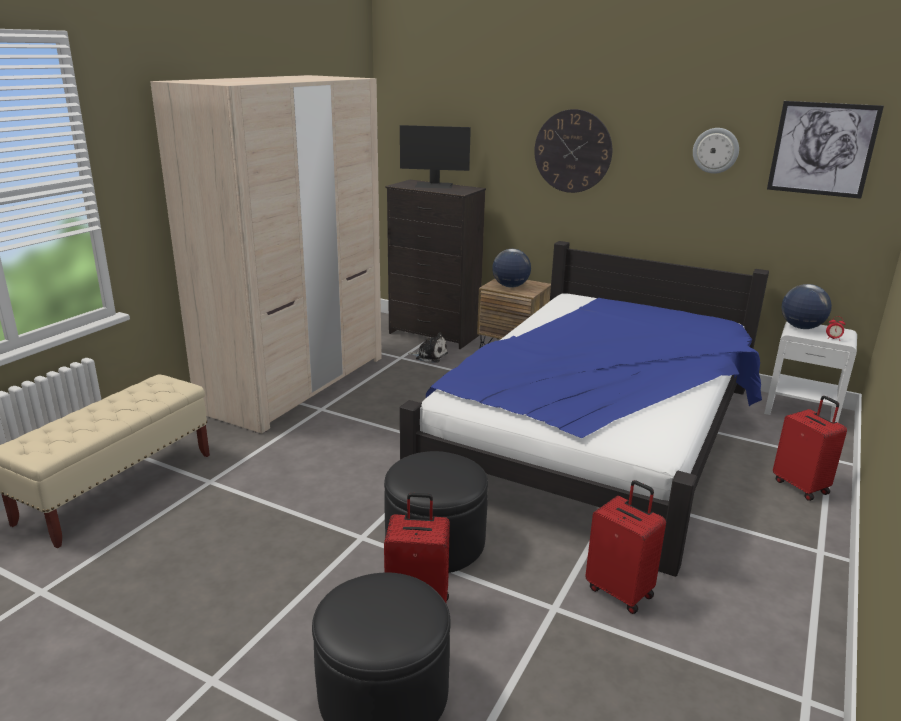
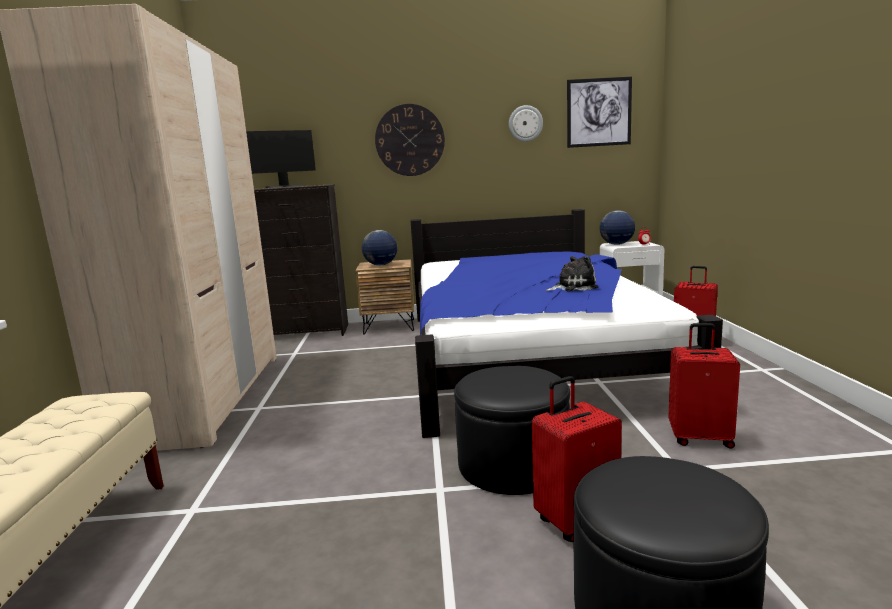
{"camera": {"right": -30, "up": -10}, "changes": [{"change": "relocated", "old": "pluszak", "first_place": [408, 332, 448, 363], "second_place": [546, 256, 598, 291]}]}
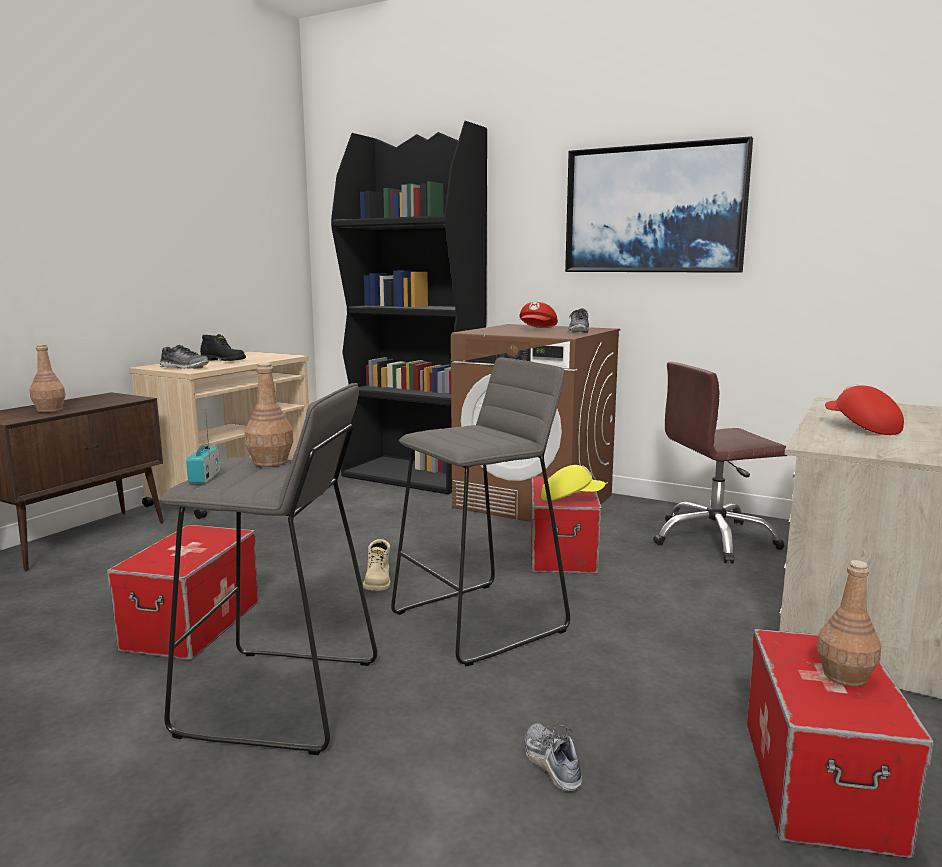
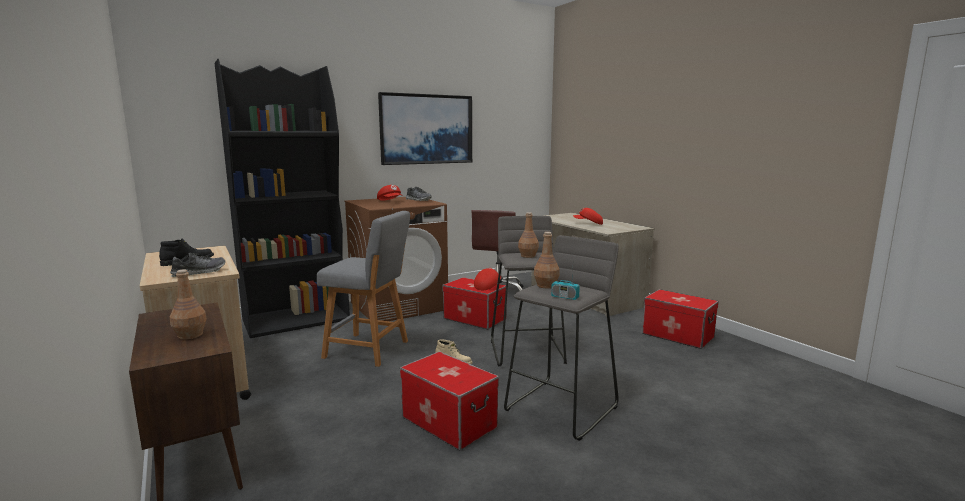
{"camera": {"right": -60, "up": 0}, "changes": [{"change": "appeared", "new": "stołek (szary)", "second_place": [317, 211, 410, 367]}, {"change": "colour", "old": "czapka z daszkiem (żółty)", "new": "czapka z daszkiem (czerwony)", "first_place": [541, 465, 606, 501], "second_place": [474, 268, 501, 290]}, {"change": "relocated", "old": "butelka (brązowy)", "first_place": [817, 560, 881, 687], "second_place": [518, 212, 539, 258]}, {"change": "missing", "old": "but", "first_place": [525, 723, 582, 791]}]}
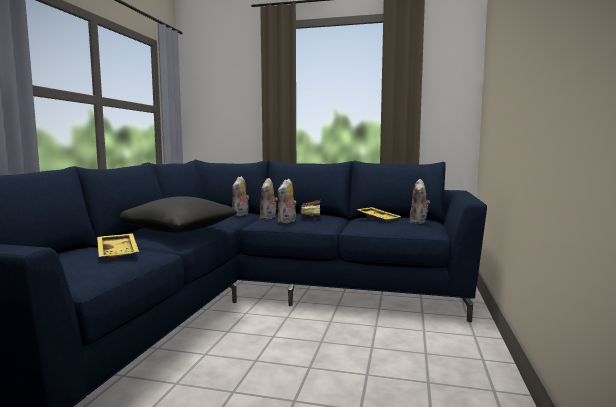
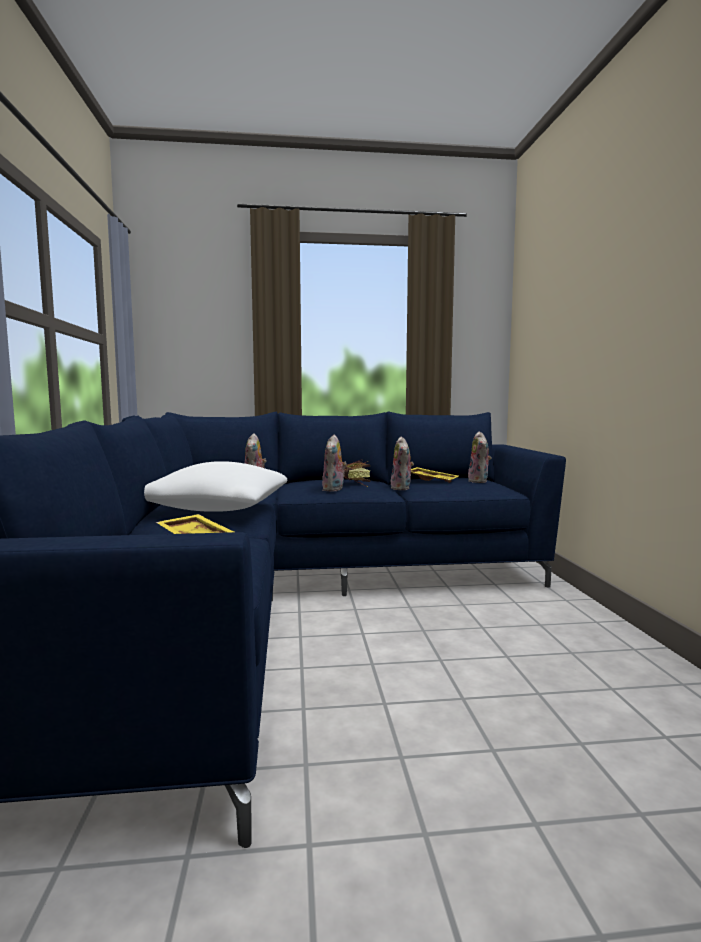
{"camera": {"right": -20, "up": 0}, "changes": [{"change": "colour", "old": "poduszka (czarny)", "new": "poduszka (biały)", "first_place": [120, 196, 237, 233], "second_place": [144, 461, 287, 512]}, {"change": "relocated", "old": "pluszak", "first_place": [260, 178, 278, 219], "second_place": [391, 437, 414, 490]}]}
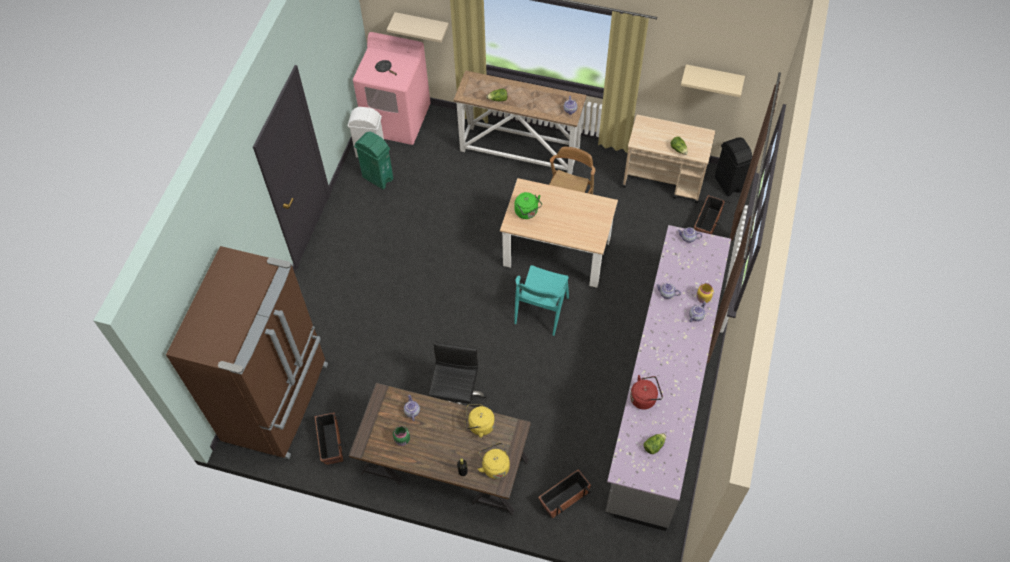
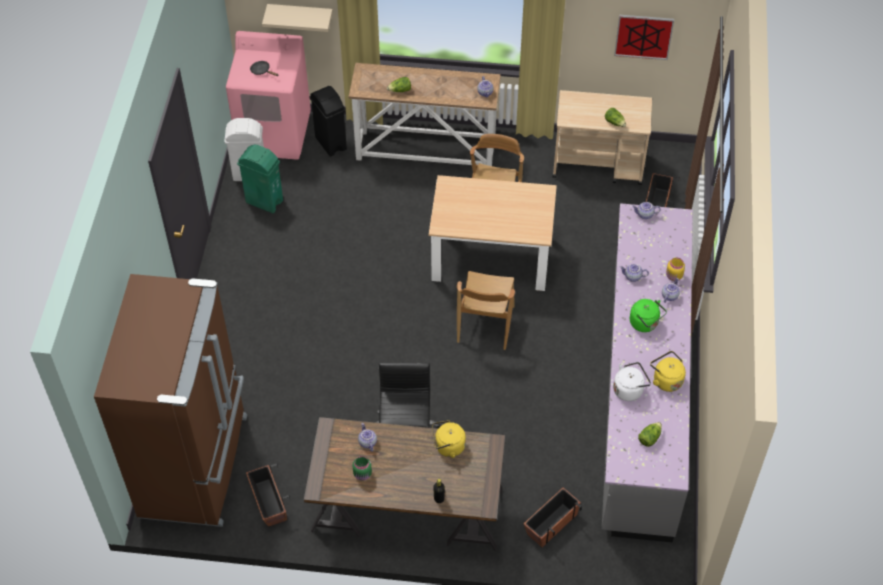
{"camera": {"right": -10, "up": -5}, "changes": [{"change": "relocated", "old": "kosz na śmieci (czarny)", "first_place": [715, 137, 752, 197], "second_place": [309, 86, 347, 157]}, {"change": "colour", "old": "krzesło (turkusowy)", "new": "krzesło (brązowy)", "first_place": [514, 265, 569, 336], "second_place": [457, 271, 515, 350]}, {"change": "colour", "old": "czajnik (czerwony)", "new": "czajnik (biały)", "first_place": [630, 375, 663, 410], "second_place": [613, 362, 651, 401]}, {"change": "exchanged", "old": "półka (beżowy)", "new": "obraz", "first_place": [681, 64, 745, 97], "second_place": [614, 15, 674, 60]}, {"change": "relocated", "old": "czajnik (zielony)", "first_place": [514, 192, 542, 219], "second_place": [630, 299, 667, 332]}, {"change": "relocated", "old": "czajnik (żółty)", "first_place": [478, 443, 510, 479], "second_place": [650, 351, 686, 392]}]}
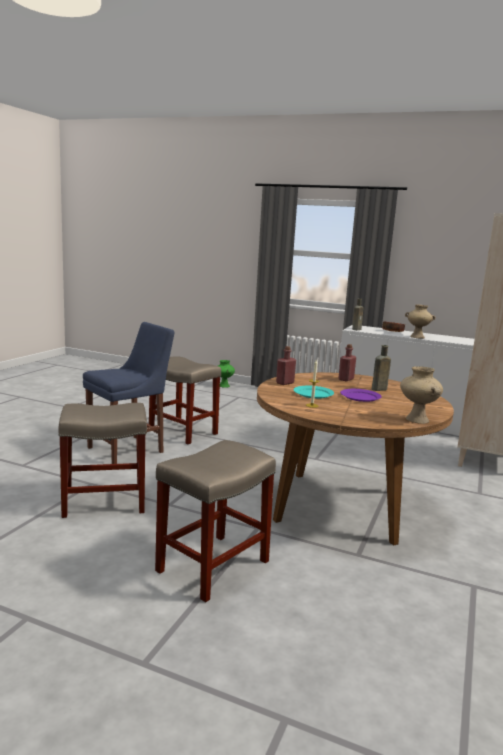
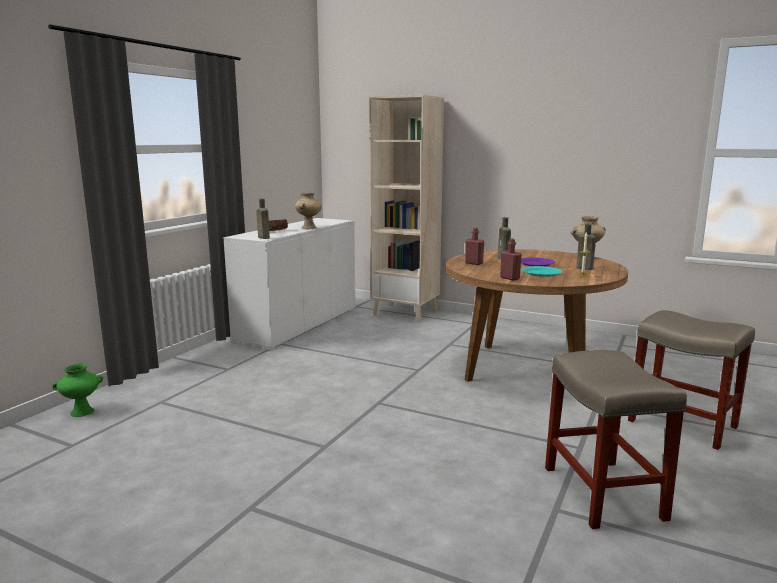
{"camera": {"right": -85, "up": 0}, "changes": [{"change": "appeared", "new": "butelka (brązowy)", "second_place": [577, 224, 596, 270]}, {"change": "missing", "old": "krzesło (niebieski)", "first_place": [83, 322, 175, 464]}, {"change": "missing", "old": "stołek (beżowy)", "first_place": [149, 356, 221, 444]}]}
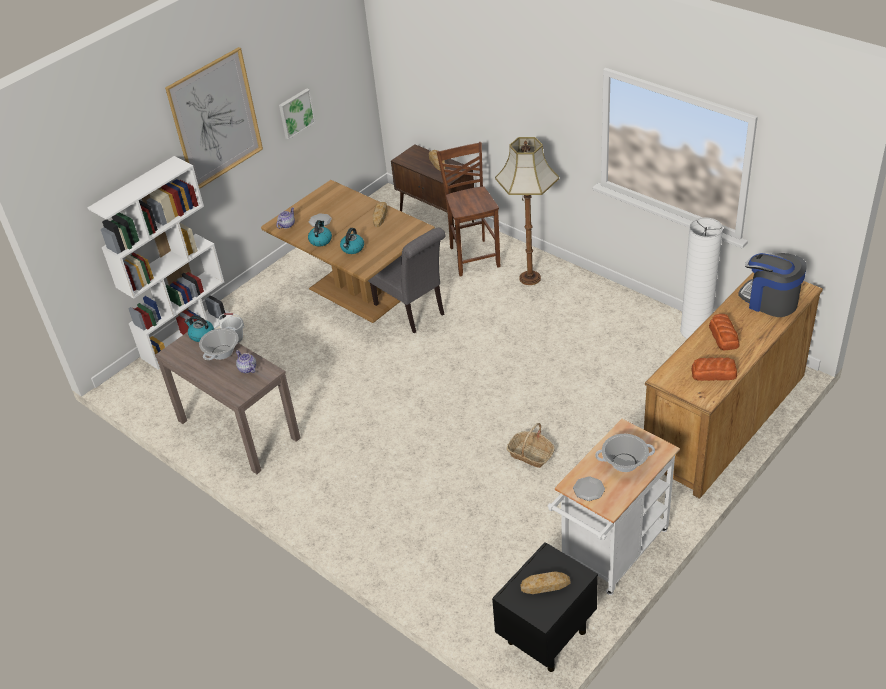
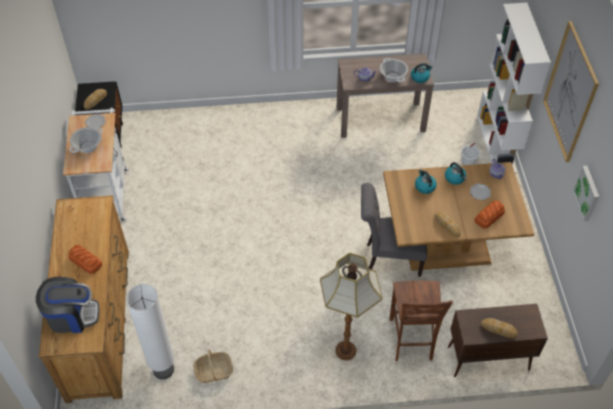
{"camera": {"right": 130, "up": 10}, "changes": [{"change": "relocated", "old": "koszyk", "first_place": [507, 423, 555, 468], "second_place": [193, 349, 233, 383]}, {"change": "spun", "old": "krzesło (brązowy)", "first_place": [437, 142, 500, 276], "second_place": [390, 280, 453, 362], "degrees": 60}, {"change": "relocated", "old": "chleb", "first_place": [692, 357, 737, 381], "second_place": [474, 200, 505, 228]}]}
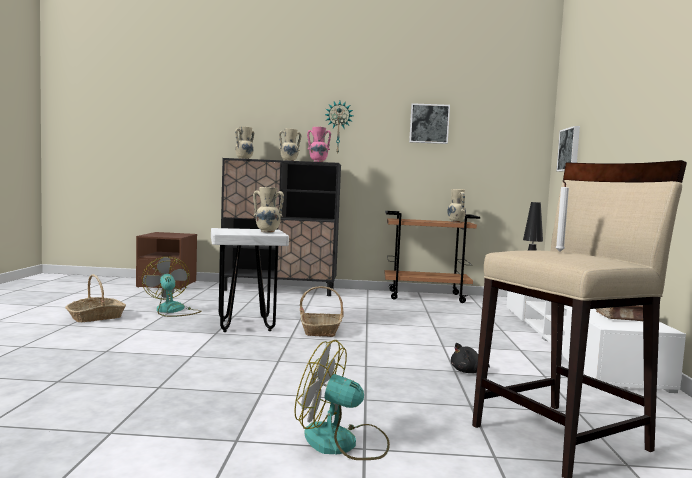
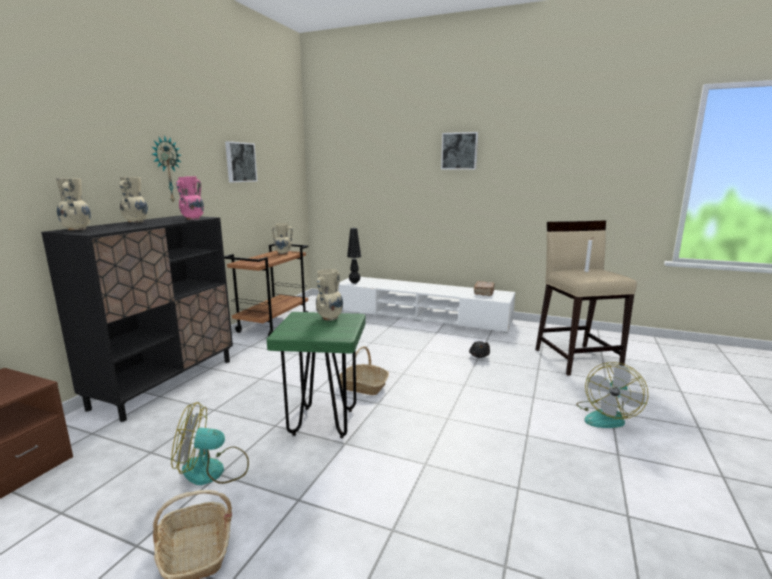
{"camera": {"right": -70, "up": 10}, "changes": [{"change": "colour", "old": "stołek (biały)", "new": "stołek (zielony)", "first_place": [211, 228, 289, 332], "second_place": [266, 312, 366, 438]}, {"change": "relocated", "old": "obraz", "first_place": [556, 126, 580, 172], "second_place": [441, 132, 478, 169]}]}
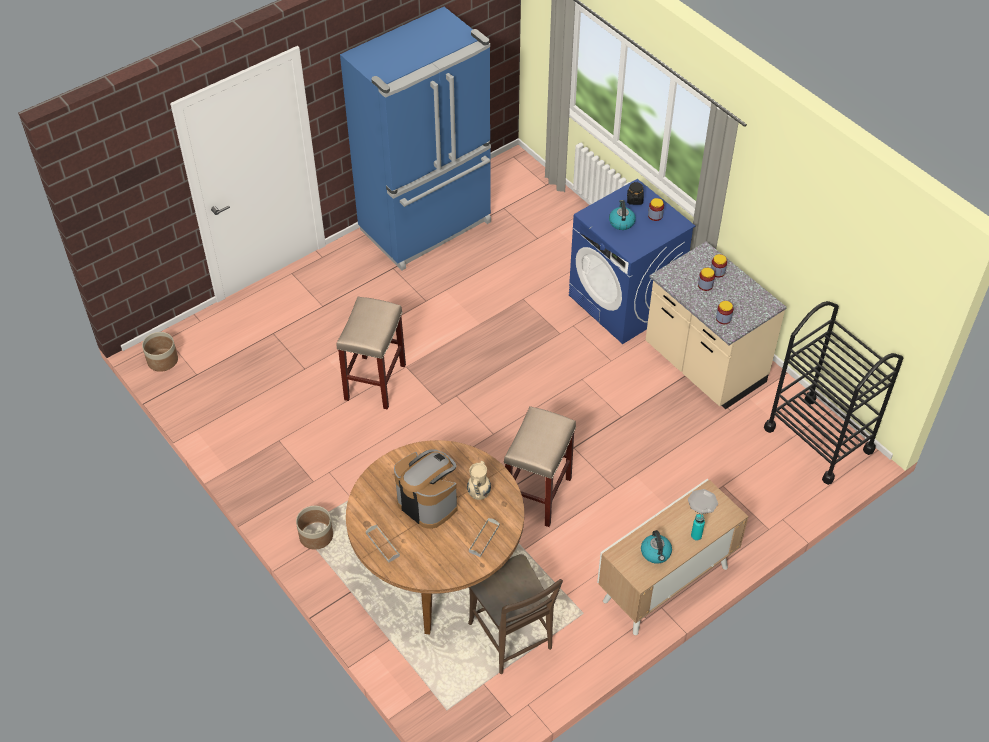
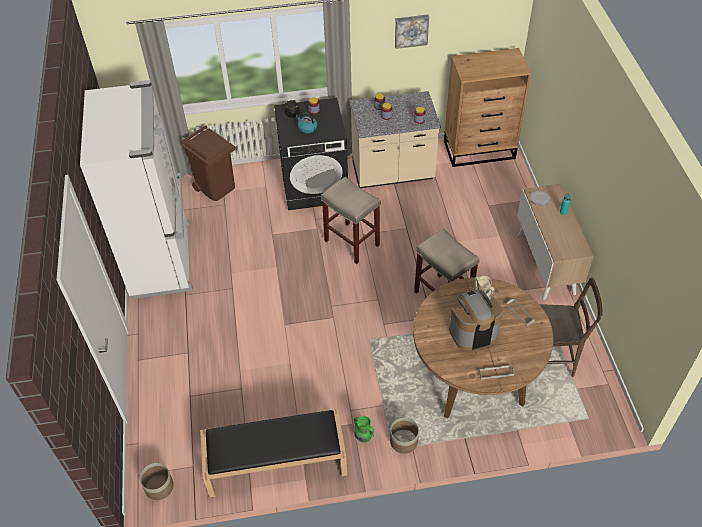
{"camera": {"right": -60, "up": 0}, "changes": [{"change": "colour", "old": "lodówka (niebieski)", "new": "lodówka (biały)", "first_place": [340, 7, 491, 271], "second_place": [80, 80, 193, 299]}, {"change": "appeared", "new": "kosz na śmieci (brązowy)", "second_place": [181, 126, 236, 201]}, {"change": "appeared", "new": "ławka (czarny)", "second_place": [200, 409, 347, 497]}, {"change": "colour", "old": "pralka (niebieski)", "new": "pralka (czarny)", "first_place": [569, 179, 695, 344], "second_place": [274, 98, 348, 210]}, {"change": "relocated", "old": "stołek (beżowy)", "first_place": [337, 297, 406, 410], "second_place": [321, 177, 381, 264]}, {"change": "appeared", "new": "wazon (zielony)", "second_place": [354, 416, 374, 442]}, {"change": "appeared", "new": "obraz", "second_place": [395, 15, 429, 49]}, {"change": "exchanged", "old": "wózek (czarny)", "new": "komoda (brązowy)", "first_place": [764, 301, 903, 485], "second_place": [444, 48, 531, 167]}, {"change": "missing", "old": "czajnik", "first_place": [641, 530, 672, 564]}]}
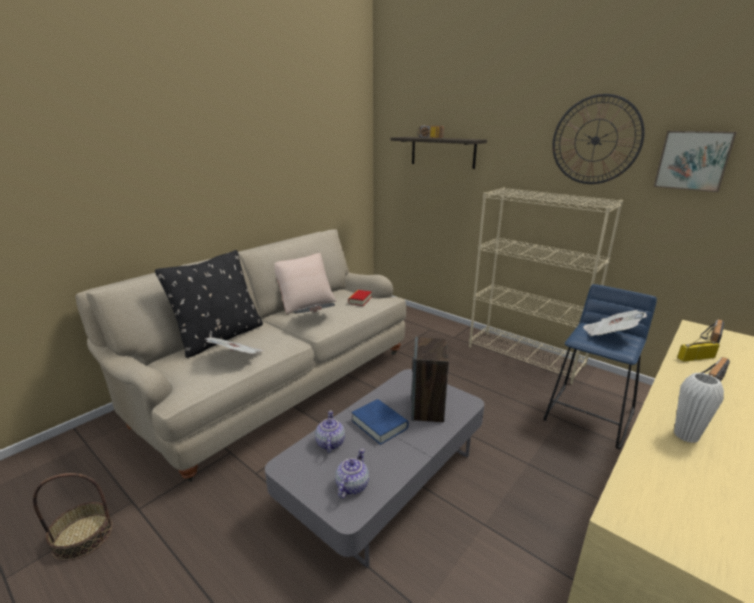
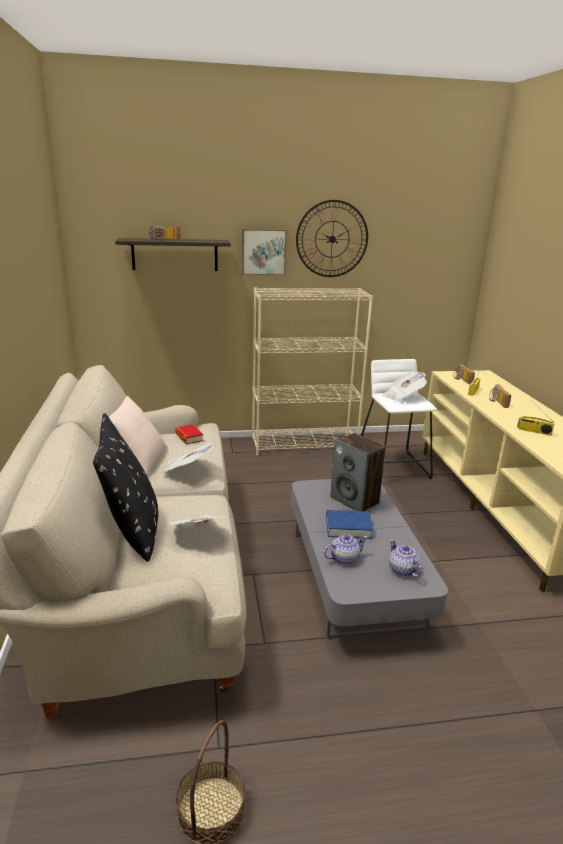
{"camera": {"right": -50, "up": 0}, "changes": [{"change": "relocated", "old": "obraz", "first_place": [654, 131, 737, 192], "second_place": [242, 229, 287, 275]}, {"change": "spun", "old": "imbryk", "first_place": [315, 410, 345, 453], "second_place": [324, 535, 368, 565], "degrees": 120}, {"change": "colour", "old": "stołek (niebieski)", "new": "stołek (biały)", "first_place": [543, 284, 657, 450], "second_place": [361, 359, 437, 479]}, {"change": "exchanged", "old": "wazon (biały)", "new": "radio", "first_place": [674, 373, 724, 443], "second_place": [517, 400, 555, 436]}]}
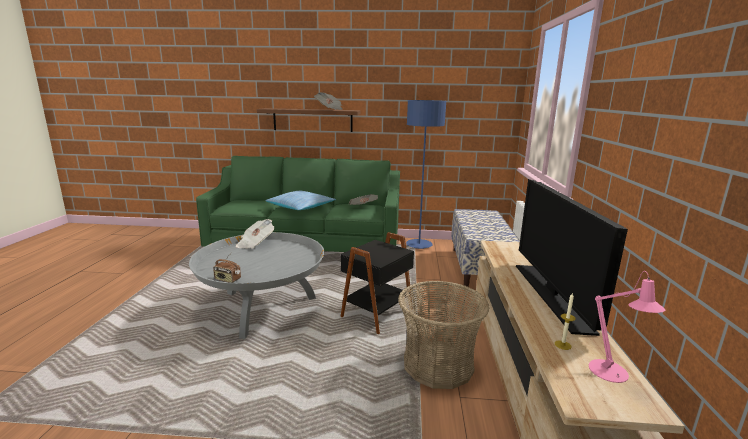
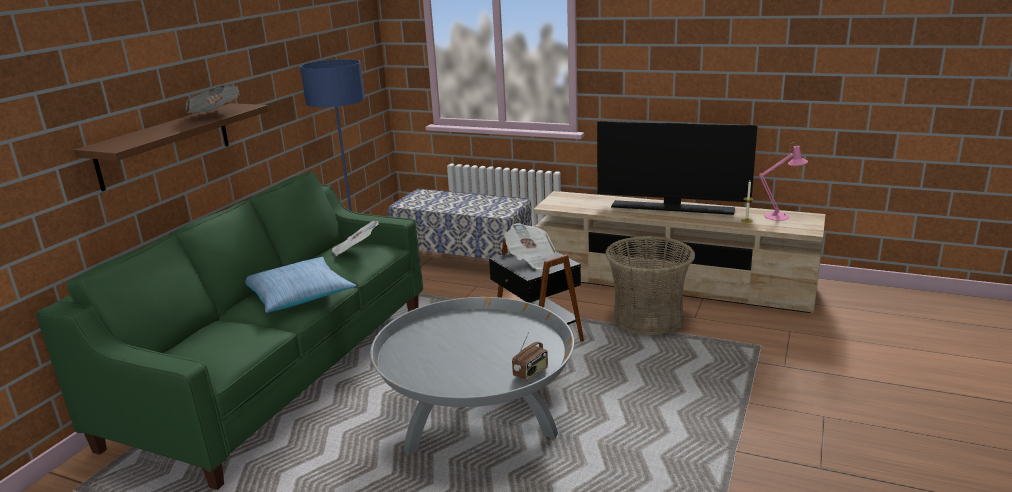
{"camera": {"right": -70, "up": 5}, "changes": [{"change": "relocated", "old": "gazeta", "first_place": [236, 219, 274, 249], "second_place": [504, 223, 558, 269]}]}
